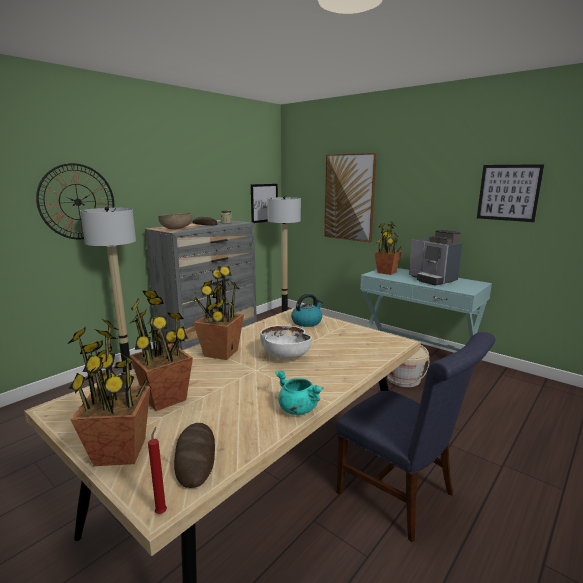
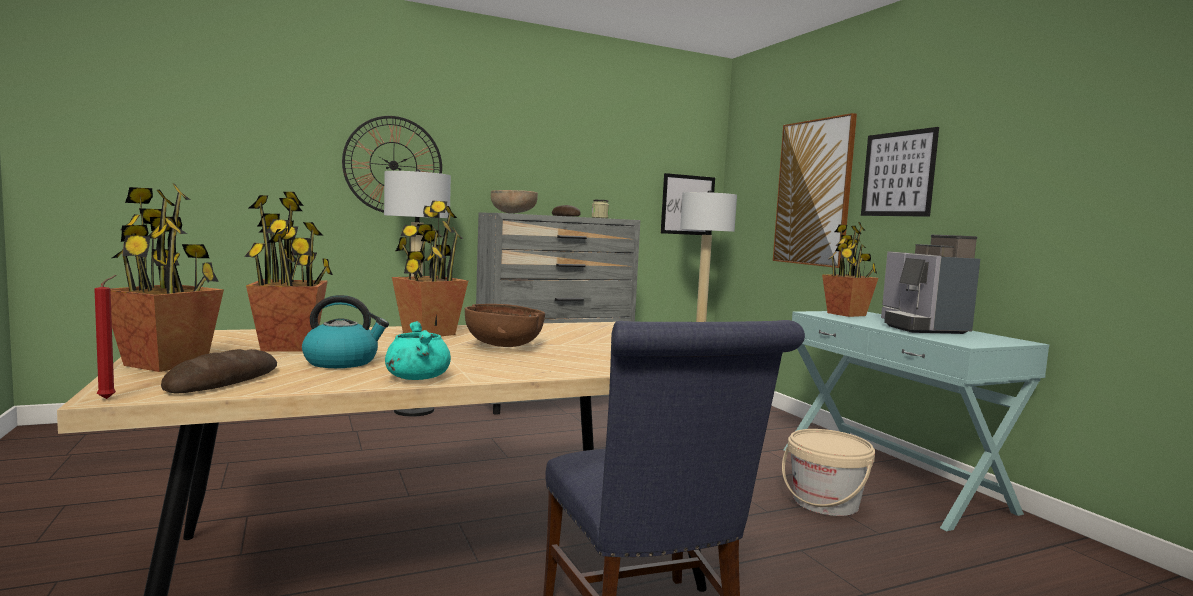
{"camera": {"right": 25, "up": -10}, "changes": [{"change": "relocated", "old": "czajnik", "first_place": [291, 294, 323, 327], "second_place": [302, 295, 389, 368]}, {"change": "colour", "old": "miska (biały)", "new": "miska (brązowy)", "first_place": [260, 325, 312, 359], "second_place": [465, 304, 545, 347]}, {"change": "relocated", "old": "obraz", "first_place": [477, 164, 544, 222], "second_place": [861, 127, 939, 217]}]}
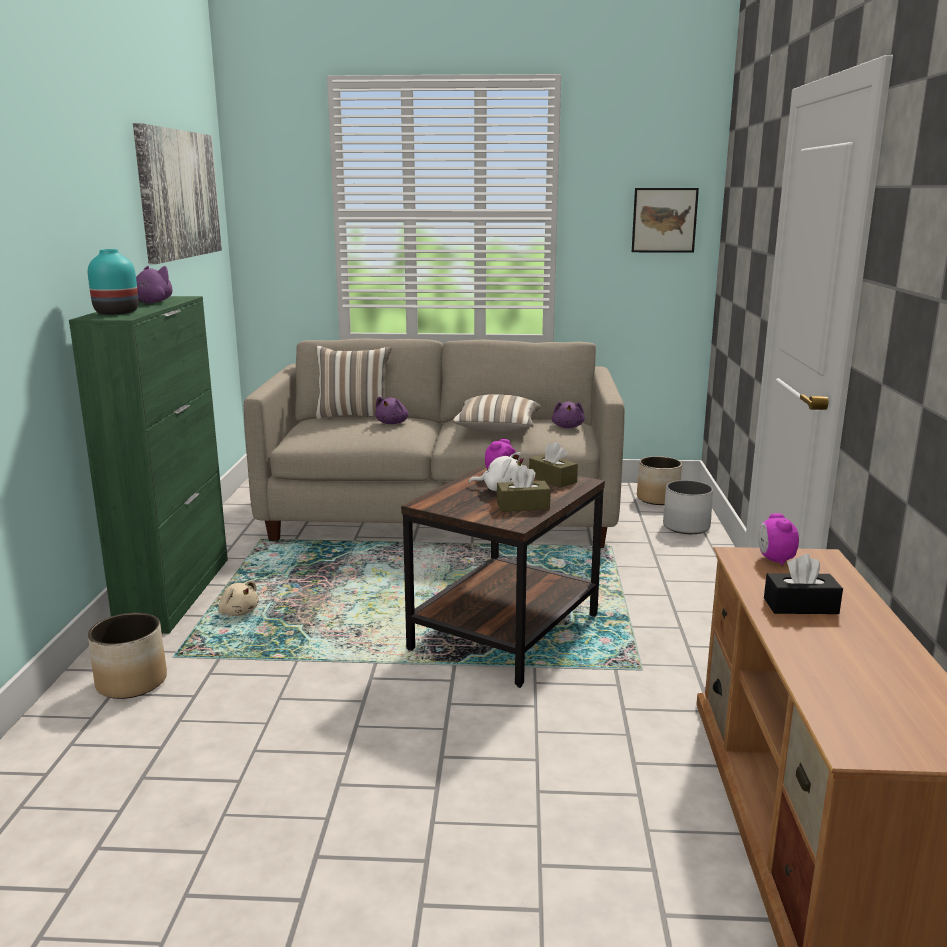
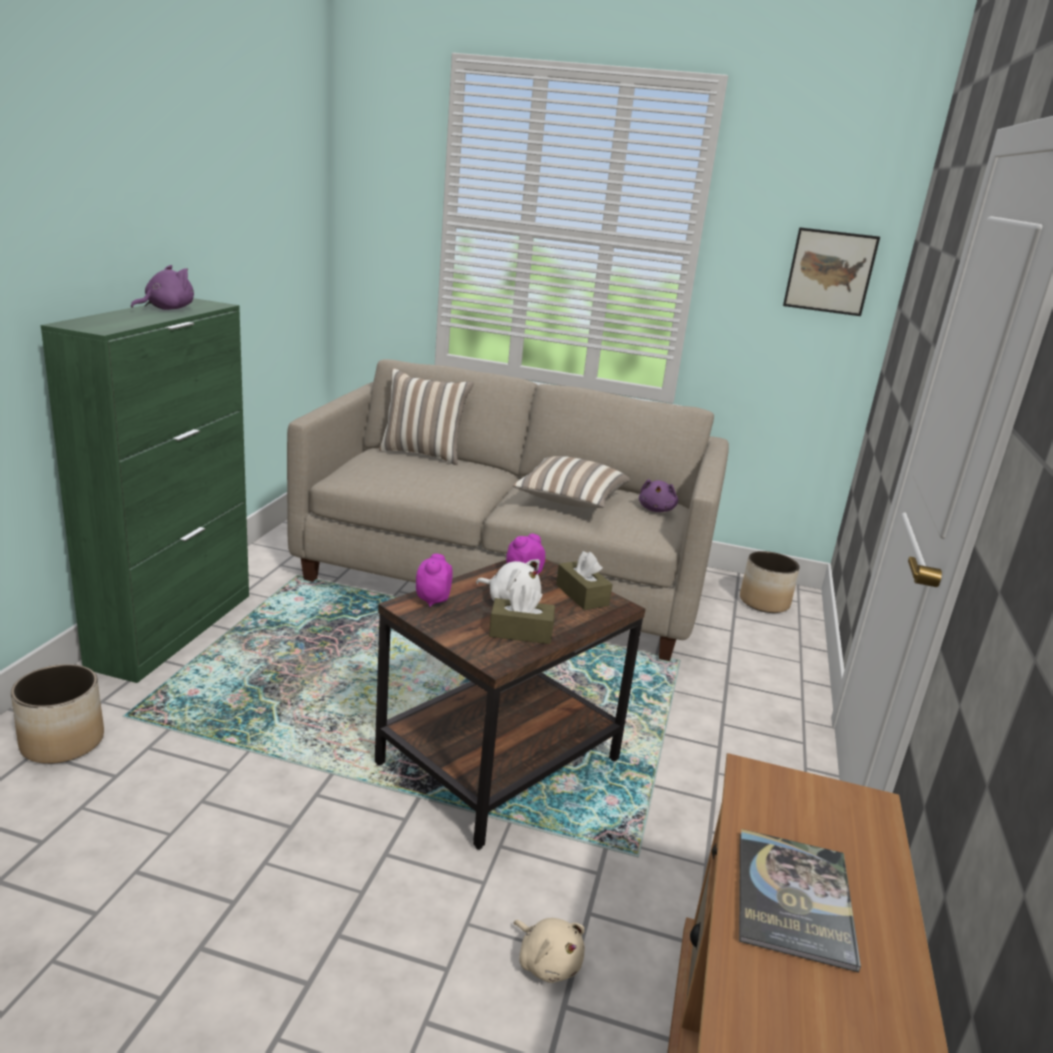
{"camera": {"right": 10, "up": 5}, "changes": [{"change": "relocated", "old": "budzik", "first_place": [758, 513, 799, 565], "second_place": [416, 554, 453, 607]}, {"change": "relocated", "old": "pluszak (beżowy)", "first_place": [217, 581, 259, 616], "second_place": [514, 918, 585, 983]}, {"change": "exchanged", "old": "pudełko chusteczek (czarny)", "new": "książka", "first_place": [764, 554, 843, 614], "second_place": [739, 829, 861, 972]}, {"change": "missing", "old": "wazon (turkusowy)", "first_place": [88, 249, 138, 315]}, {"change": "missing", "old": "obraz", "first_place": [133, 123, 222, 264]}, {"change": "missing", "old": "pluszak (fioletowy)", "first_place": [375, 397, 409, 424]}, {"change": "missing", "old": "donica (biały)", "first_place": [663, 480, 713, 534]}]}
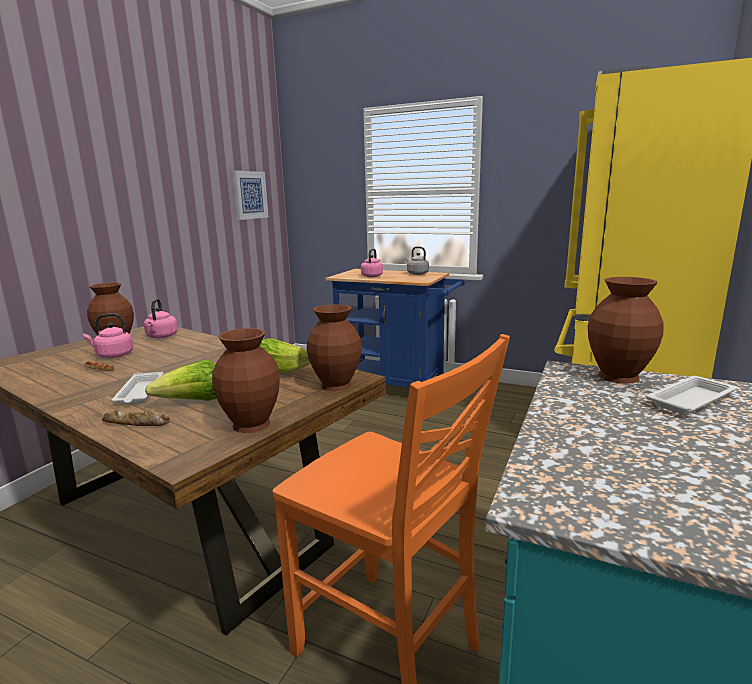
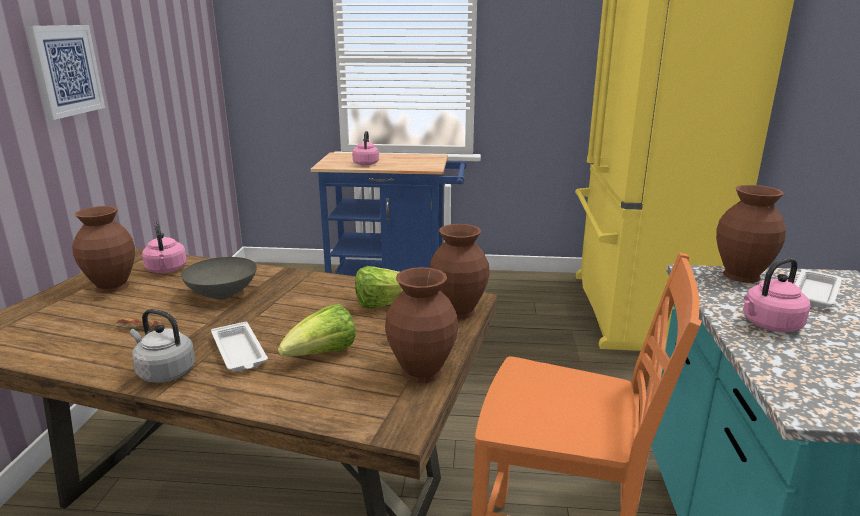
{"camera": {"right": -20, "up": 5}, "changes": [{"change": "relocated", "old": "obraz", "first_place": [232, 170, 268, 220], "second_place": [26, 25, 105, 120]}, {"change": "relocated", "old": "czajnik (szary)", "first_place": [405, 247, 429, 275], "second_place": [130, 309, 195, 383]}, {"change": "appeared", "new": "miska (szary)", "second_place": [181, 257, 257, 300]}, {"change": "relocated", "old": "czajnik (różowy)", "first_place": [83, 313, 133, 358], "second_place": [743, 258, 811, 332]}, {"change": "missing", "old": "chleb", "first_place": [102, 409, 170, 426]}]}
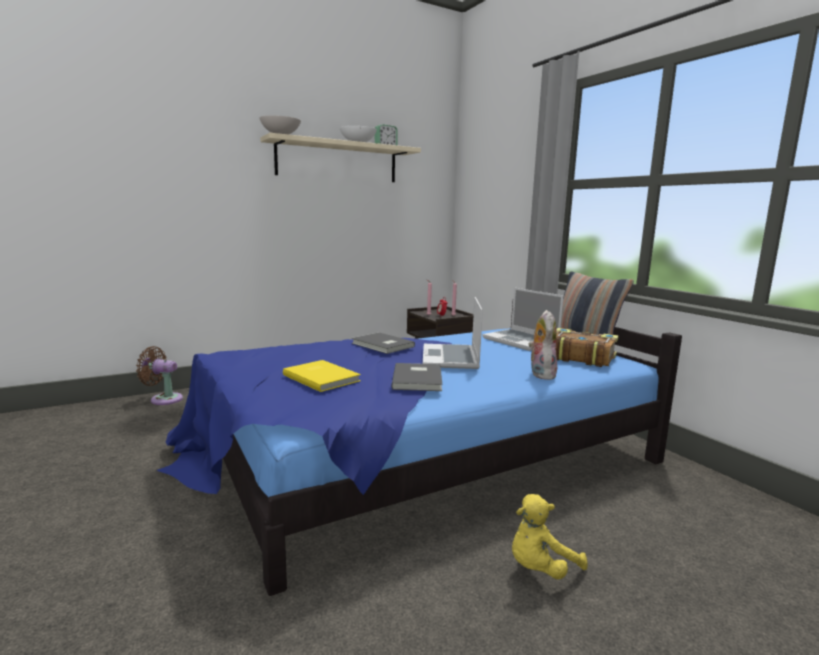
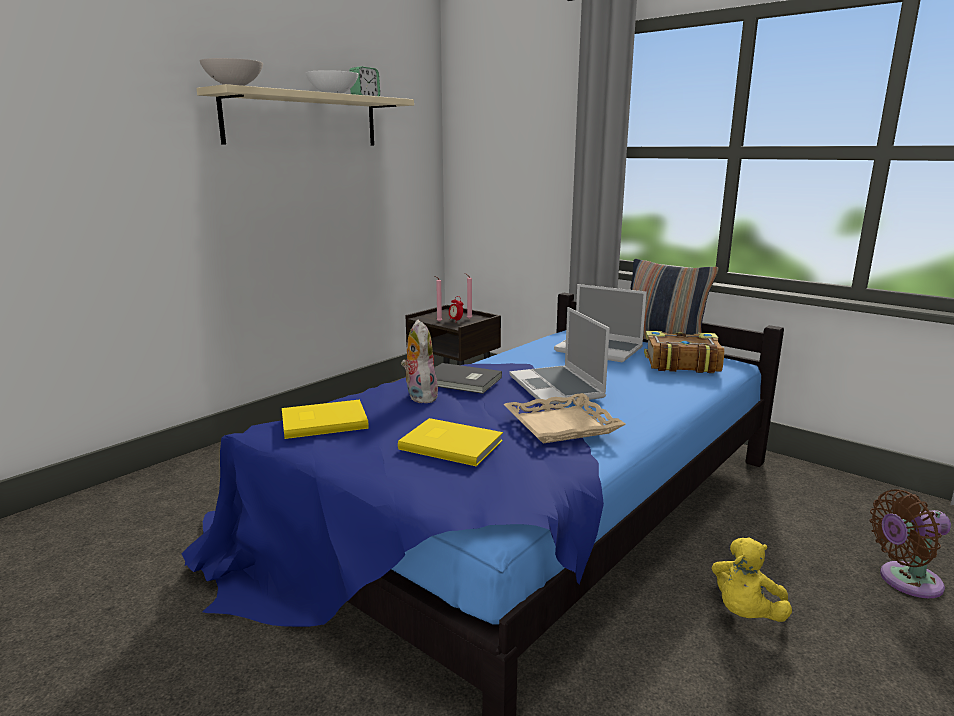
{"camera": {"right": -20, "up": 5}, "changes": [{"change": "appeared", "new": "książka (żółty)", "second_place": [282, 400, 369, 439]}, {"change": "relocated", "old": "pluszak", "first_place": [528, 310, 557, 380], "second_place": [401, 319, 438, 403]}, {"change": "exchanged", "old": "książka (szary)", "new": "taca (beżowy)", "first_place": [391, 363, 442, 391], "second_place": [504, 393, 626, 443]}, {"change": "relocated", "old": "wentylator (brązowy)", "first_place": [136, 346, 183, 405], "second_place": [870, 489, 951, 598]}]}
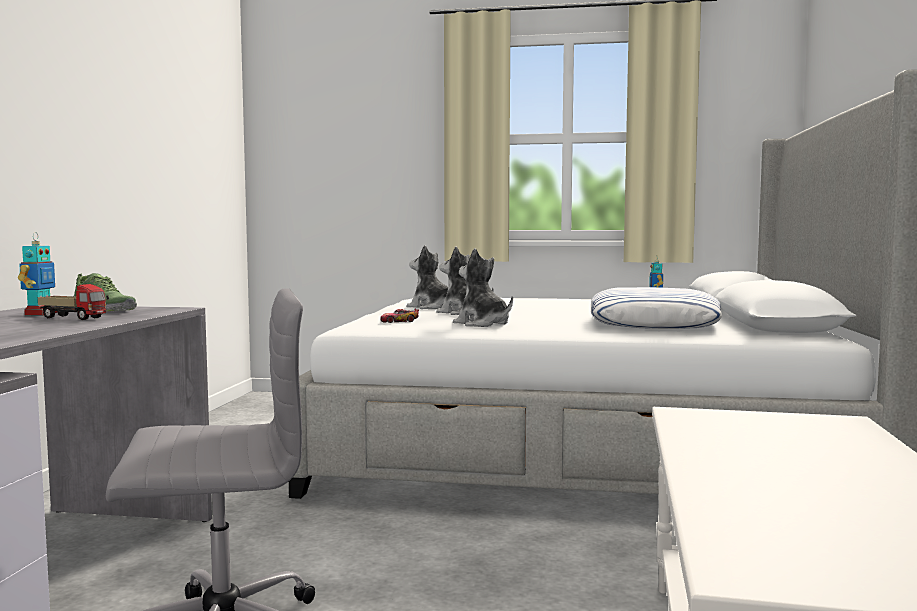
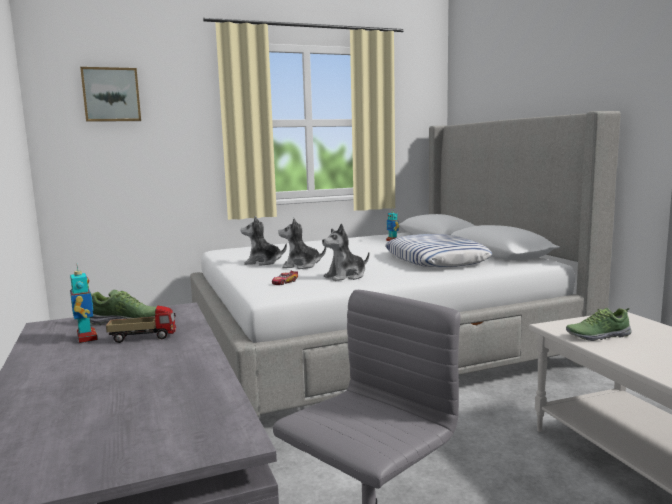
{"camera": {"right": -30, "up": 5}, "changes": [{"change": "appeared", "new": "obraz", "second_place": [80, 67, 141, 122]}, {"change": "spun", "old": "pluszak", "first_place": [453, 248, 513, 327], "second_place": [322, 224, 369, 281], "degrees": -45}, {"change": "appeared", "new": "but", "second_place": [566, 308, 632, 341]}]}
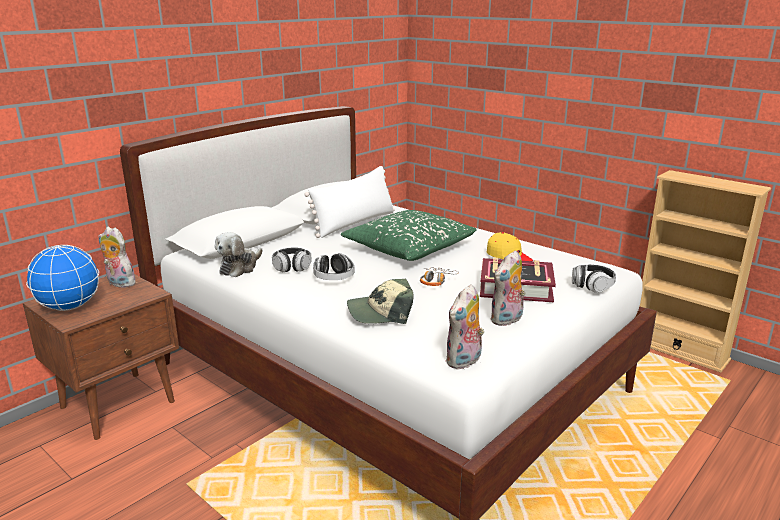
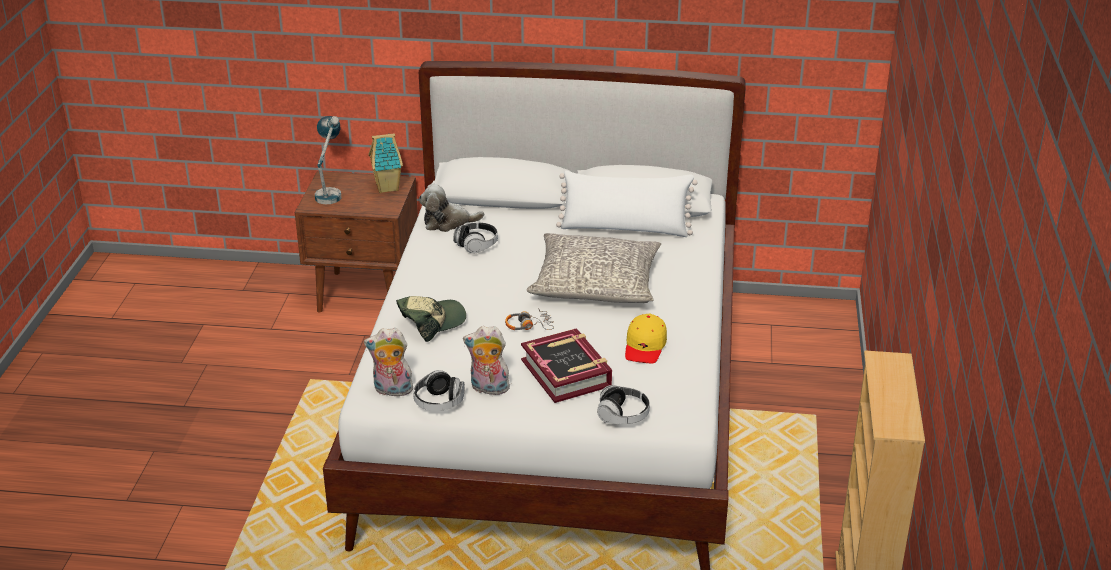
{"camera": {"right": 55, "up": 10}, "changes": [{"change": "exchanged", "old": "globus", "new": "lampa stołowa", "first_place": [26, 245, 99, 311], "second_place": [315, 116, 341, 204]}, {"change": "exchanged", "old": "pluszak", "new": "domek", "first_place": [98, 227, 136, 288], "second_place": [368, 133, 403, 193]}, {"change": "spun", "old": "czapka z daszkiem", "first_place": [347, 279, 414, 324], "second_place": [396, 296, 466, 342], "degrees": 105}, {"change": "relocated", "old": "słuchawki", "first_place": [313, 253, 355, 280], "second_place": [413, 370, 464, 411]}, {"change": "colour", "old": "poduszka (zielony)", "new": "poduszka (szary)", "first_place": [341, 210, 477, 261], "second_place": [526, 233, 661, 303]}]}
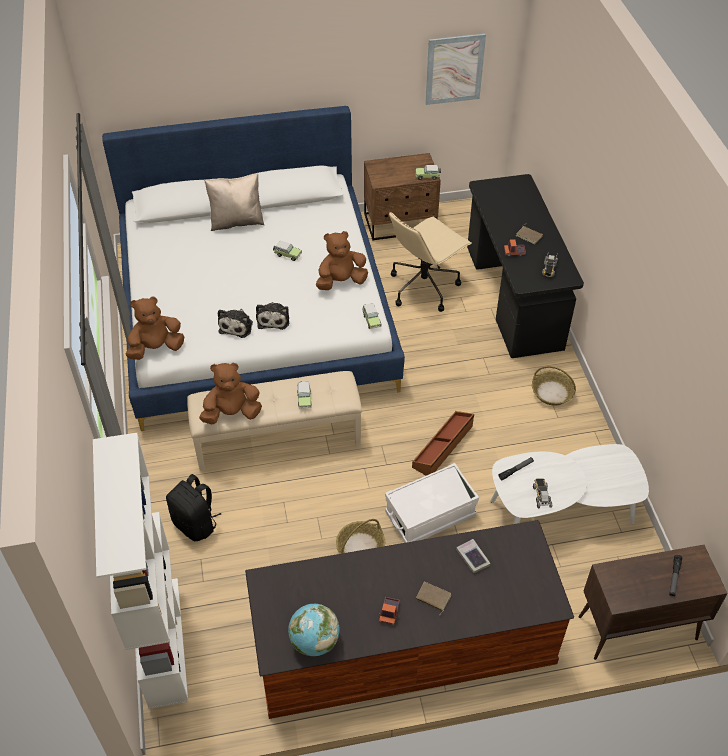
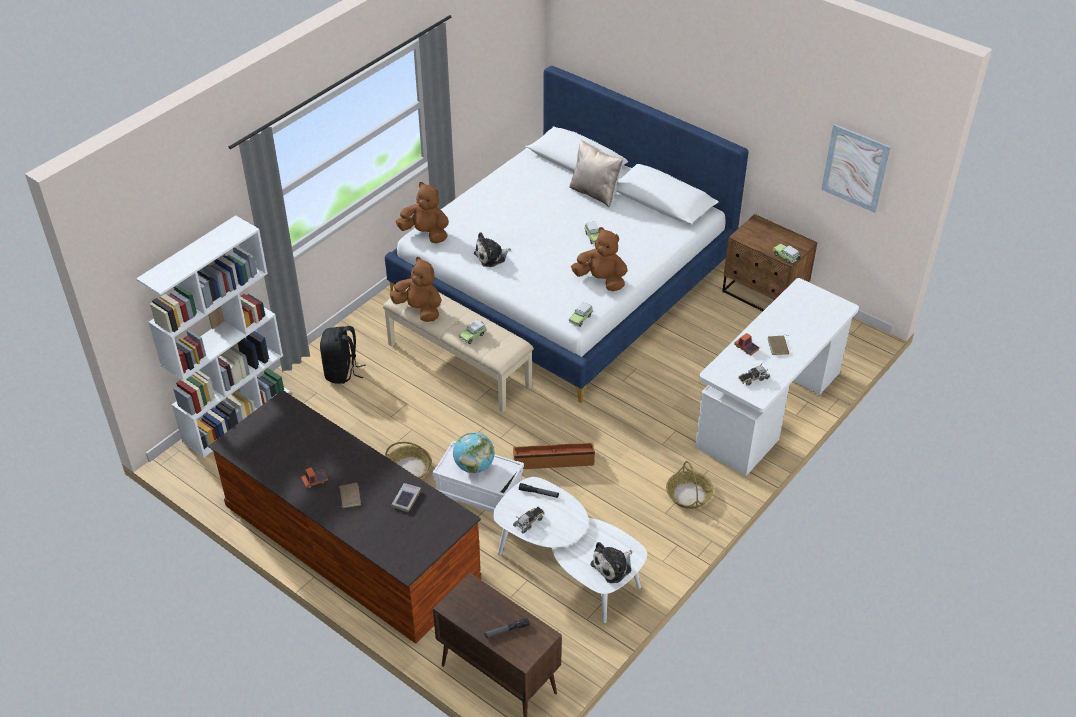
{"camera": {"right": 50, "up": -5}, "changes": [{"change": "relocated", "old": "globus", "first_place": [288, 604, 339, 656], "second_place": [453, 432, 495, 473]}, {"change": "relocated", "old": "pluszak", "first_place": [256, 302, 289, 330], "second_place": [590, 542, 632, 583]}, {"change": "colour", "old": "biurko (czarny)", "new": "biurko (biały)", "first_place": [467, 174, 584, 358], "second_place": [695, 278, 859, 476]}, {"change": "missing", "old": "krzesło biurowe (beżowy)", "first_place": [389, 212, 472, 312]}]}
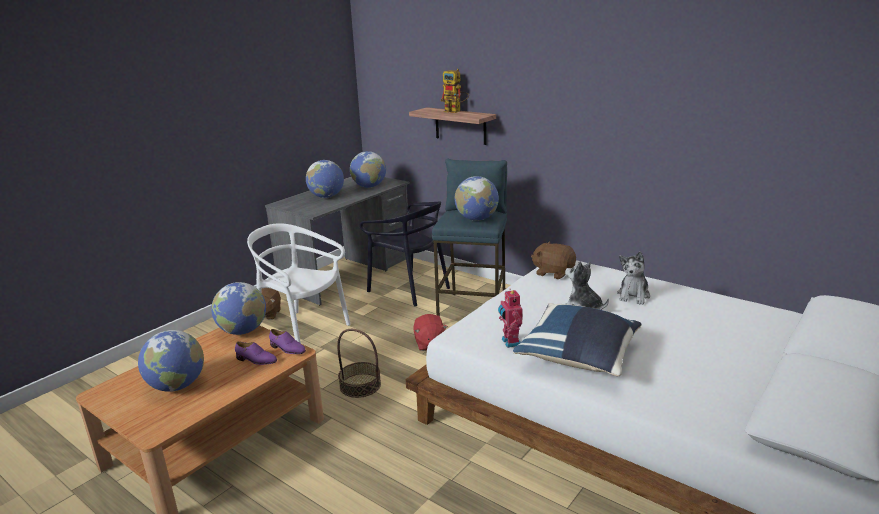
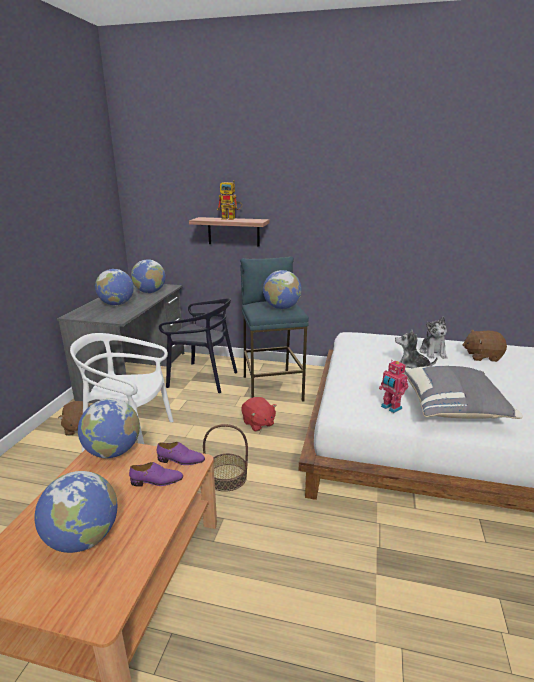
{"camera": {"right": -25, "up": 0}, "changes": [{"change": "colour", "old": "poduszka (niebieski)", "new": "poduszka (szary)", "first_place": [513, 303, 642, 376], "second_place": [403, 366, 523, 419]}, {"change": "relocated", "old": "pluszak (brązowy)", "first_place": [531, 241, 576, 279], "second_place": [462, 330, 507, 362]}]}
